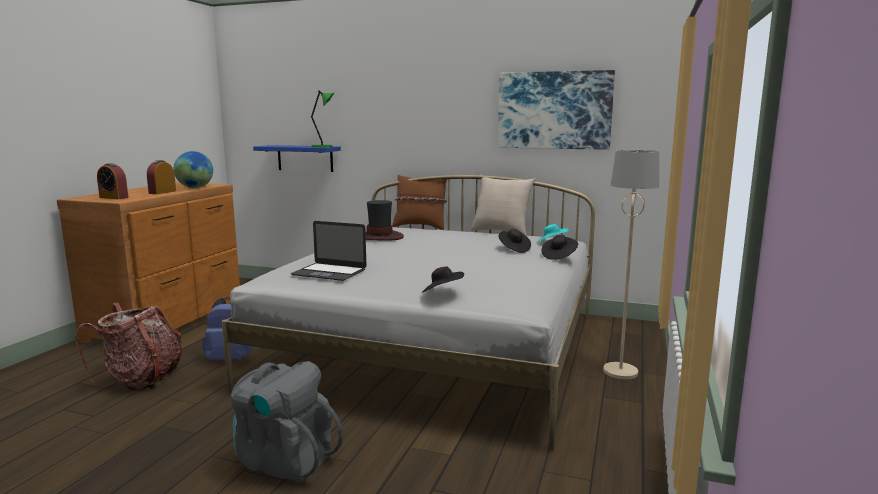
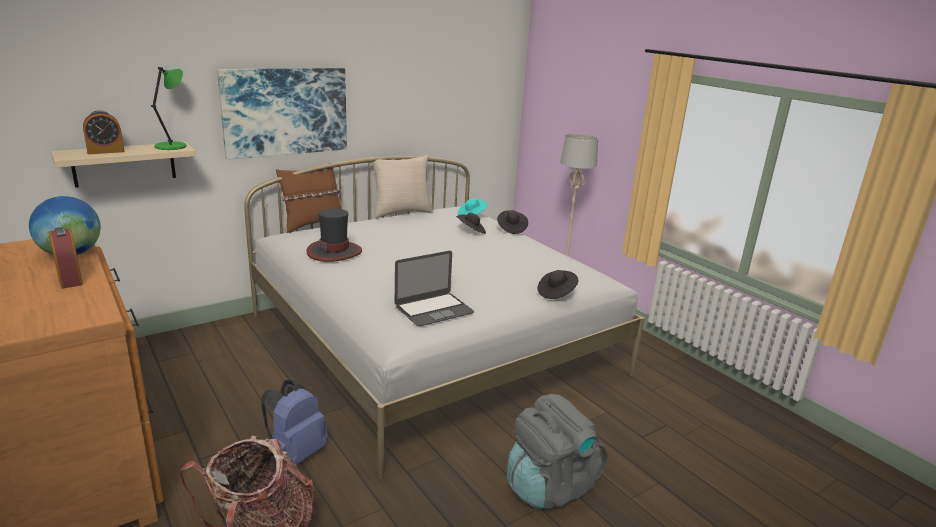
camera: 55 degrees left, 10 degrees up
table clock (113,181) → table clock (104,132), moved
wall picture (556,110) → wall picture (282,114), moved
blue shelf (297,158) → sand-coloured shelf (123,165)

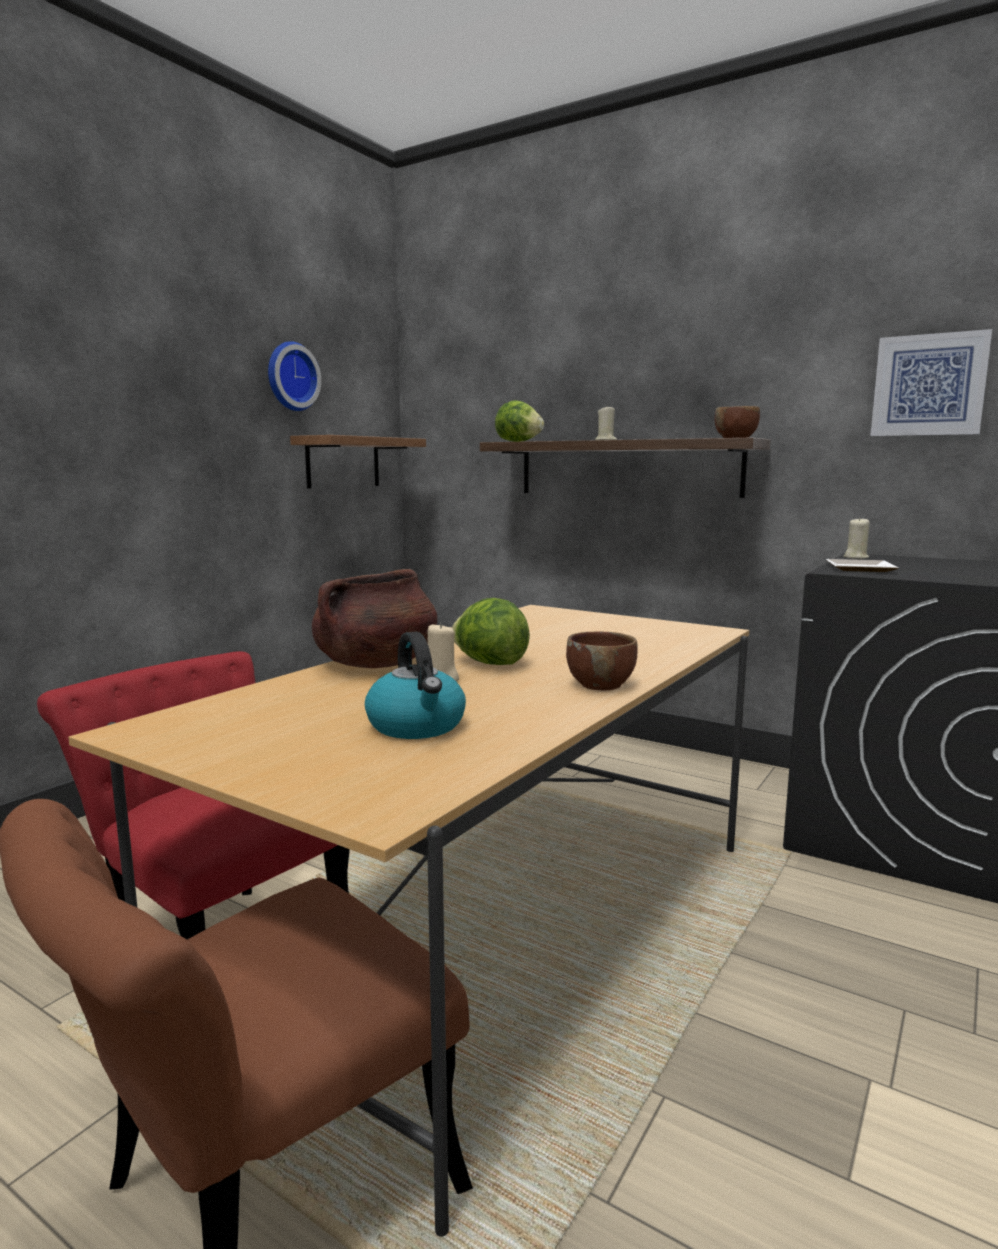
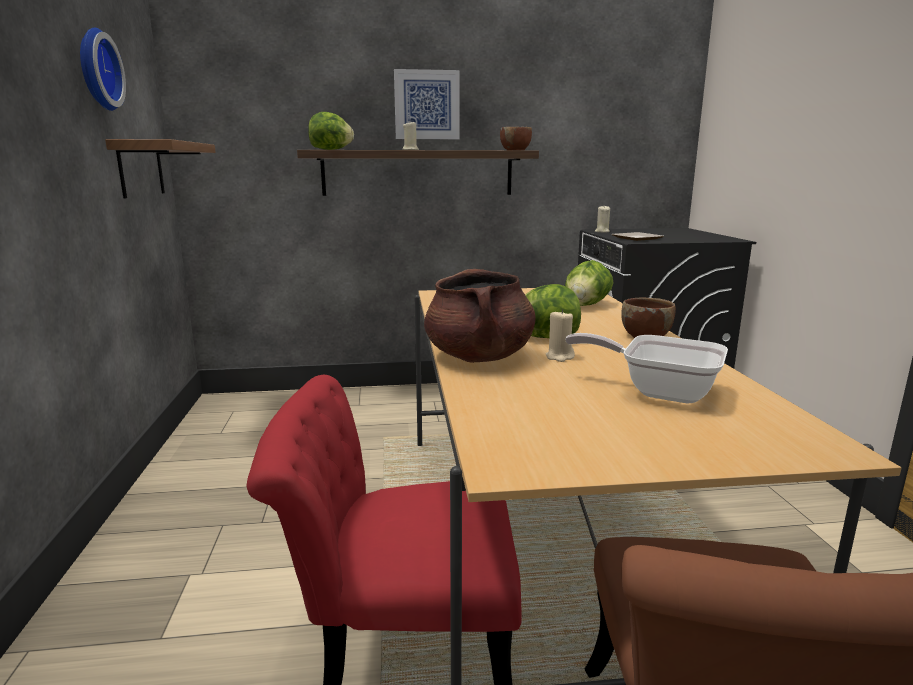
camera: 40 degrees left, 5 degrees up
- → lettuce (589,283)
wall picture (931,382) → wall picture (427,104), moved
water kettle (415,685) → frying pan (646,368)

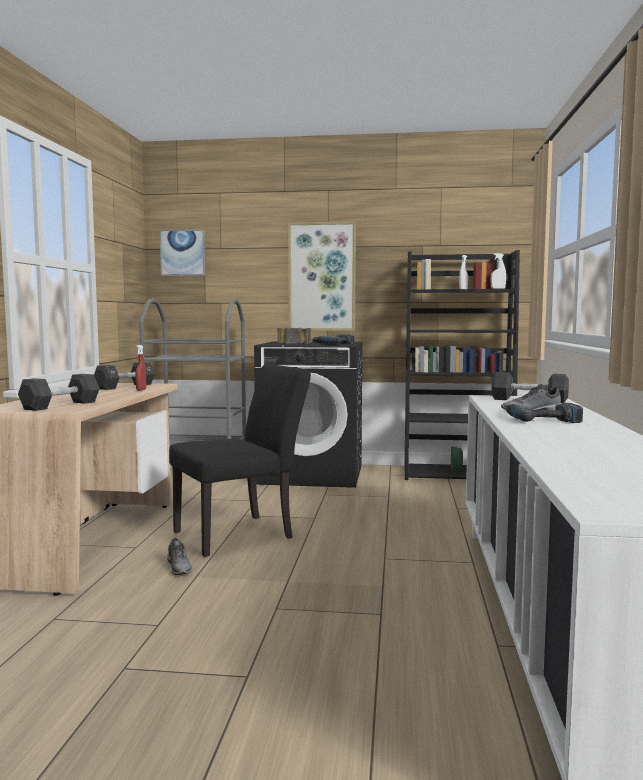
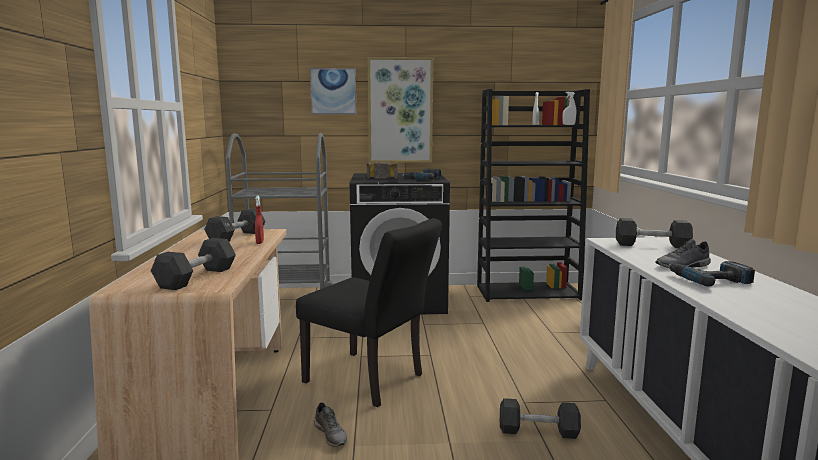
camera: 10 degrees left, 5 degrees up
- → black-coloured free weight (540,418)
wall picture (182,252) → wall picture (333,91), moved
black-coloured upright chair (240,460) → black-coloured upright chair (369,312), 75 degrees clockwise

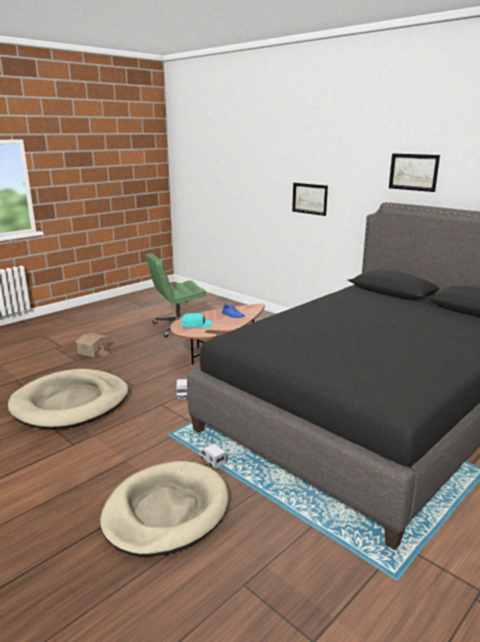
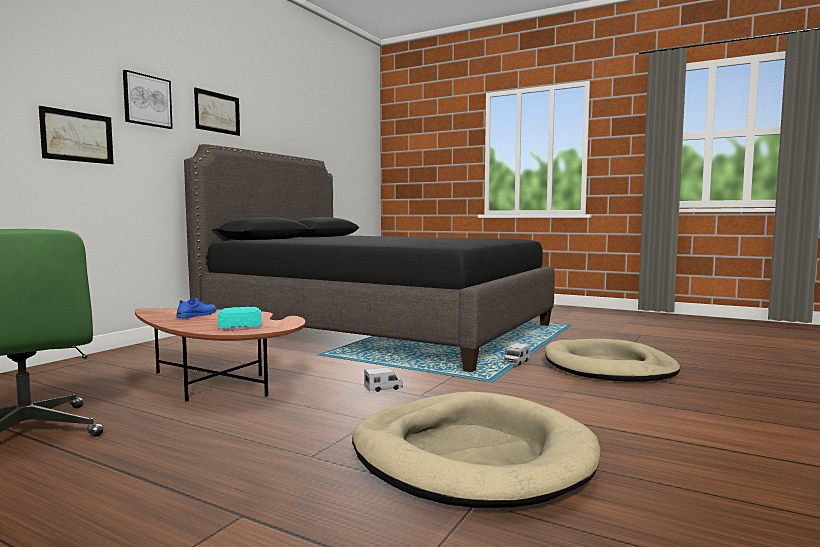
camera: 105 degrees left, 15 degrees down
model house (92,345) → -
- → wall picture (148,99)

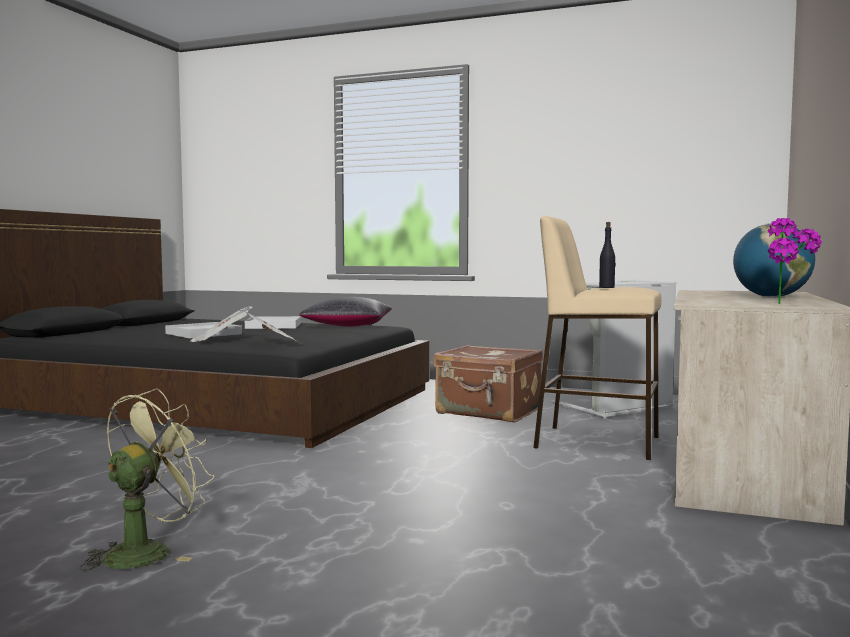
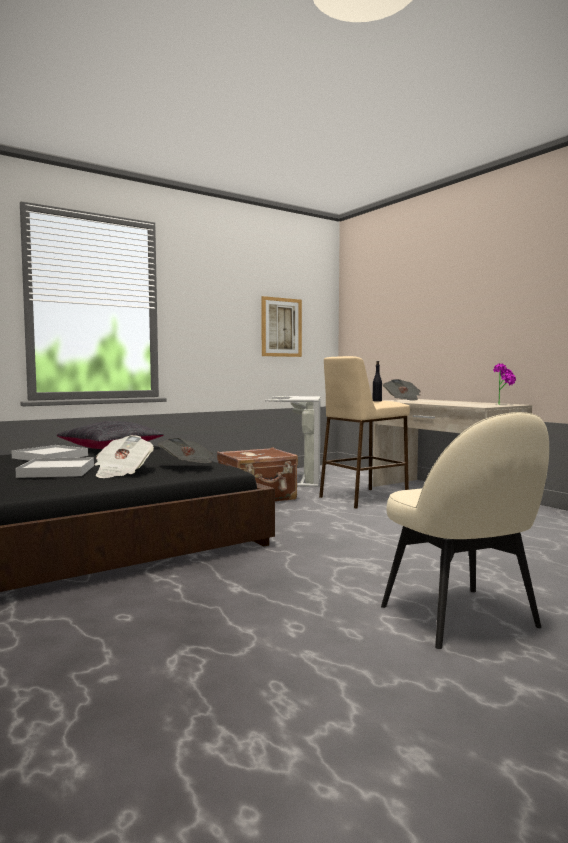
camera: 55 degrees left, 0 degrees up
globe (774,260) → -
- → wall picture (281,326)
- → printed paper (402,390)
green-coloured fan (147,479) → sand-coloured upright chair (465,530)

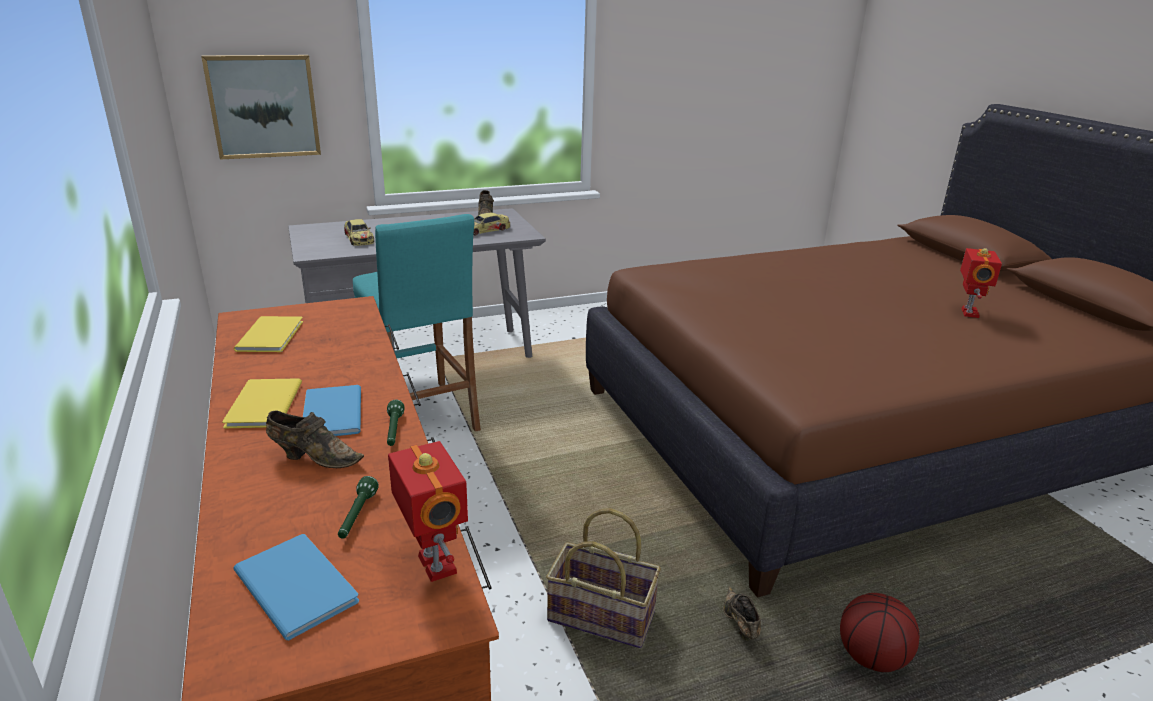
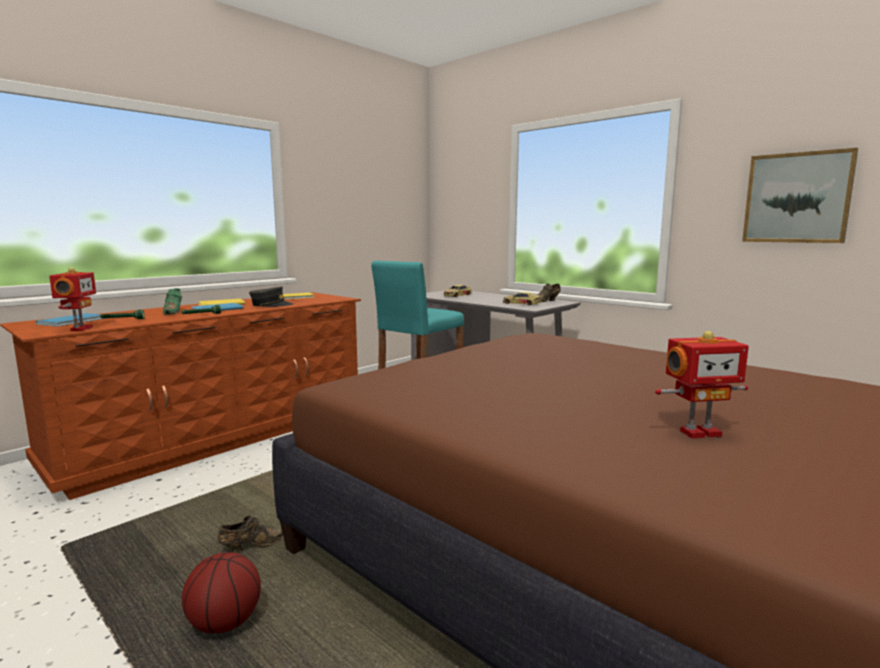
camera: 65 degrees right, 15 degrees down
household basket (603,578) → -
- → greyish baseball cap (271,296)
wall picture (261,107) → wall picture (800,195), moved
brown shoe (315,439) → green-coloured shoe (172,301)
model robot (428,511) → model robot (72,299), 45 degrees counterclockwise

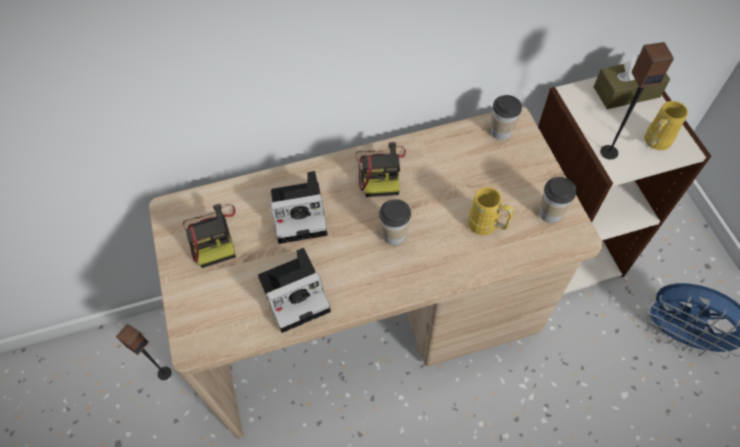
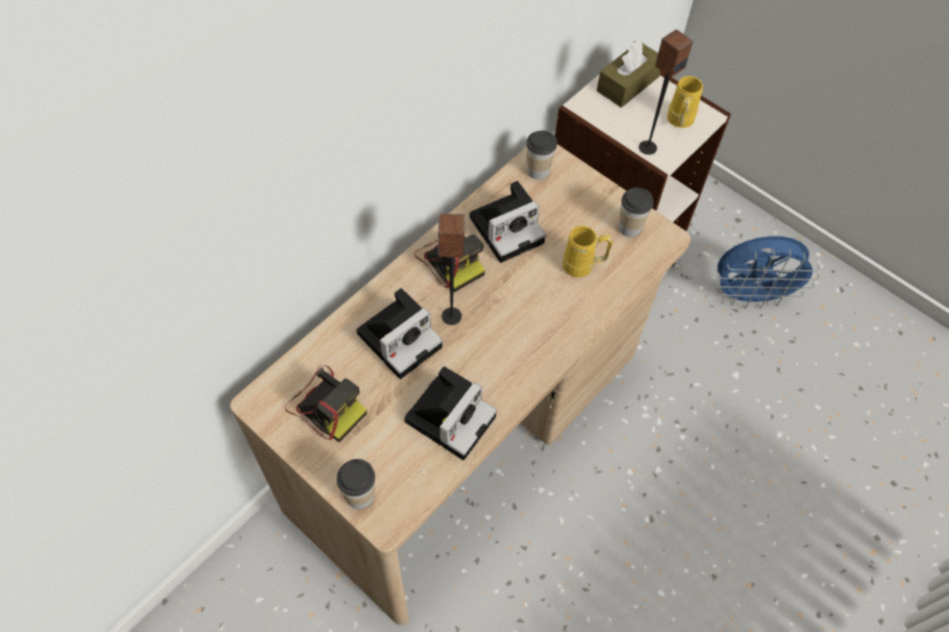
camera: 35 degrees left, 0 degrees up
- → photo camera (508,222)
loudspeaker (144,352) → loudspeaker (451,269), moved
drinking cup (395,222) → drinking cup (356,484), moved

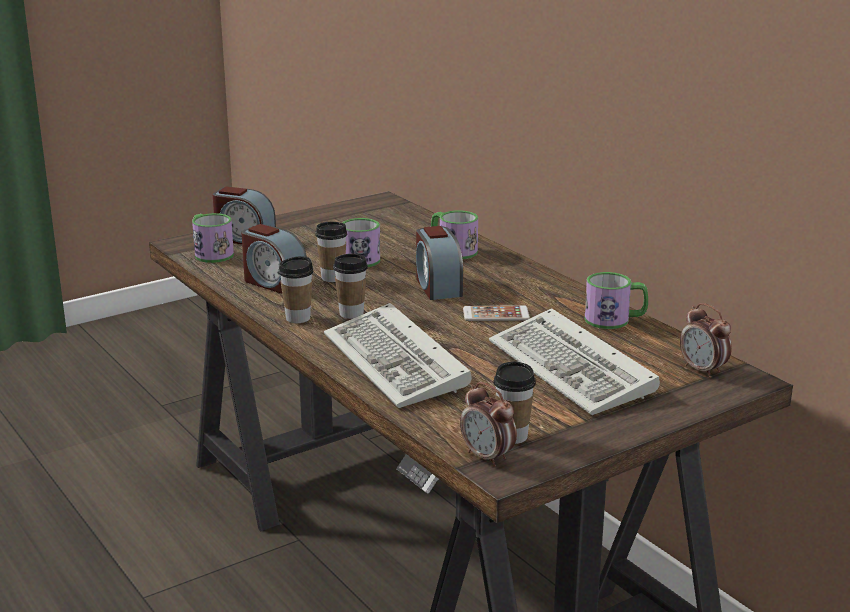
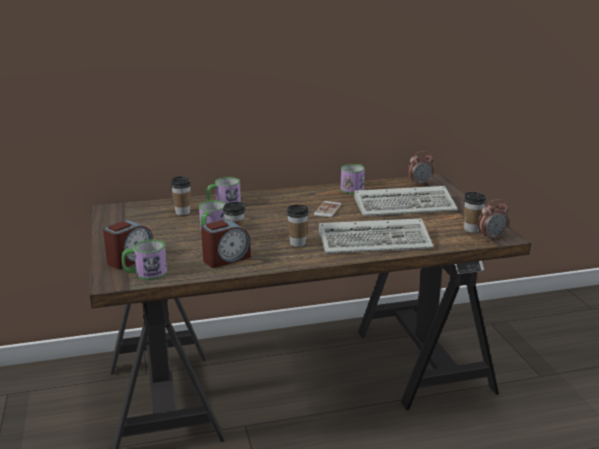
camera: 70 degrees left, 0 degrees up
table clock (439,263) → -
drinking cup (296,289) → drinking cup (181,195), moved

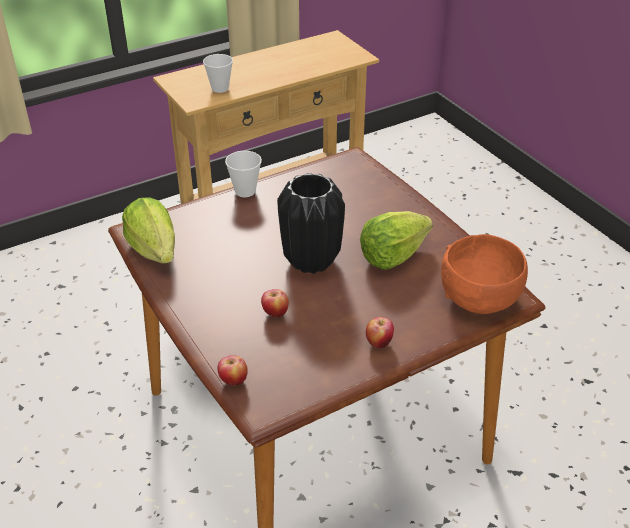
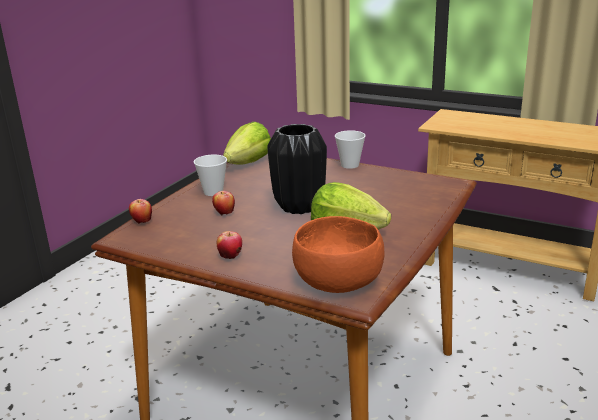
camera: 60 degrees right, 15 degrees down
drinking cup (218,73) → drinking cup (210,175), moved

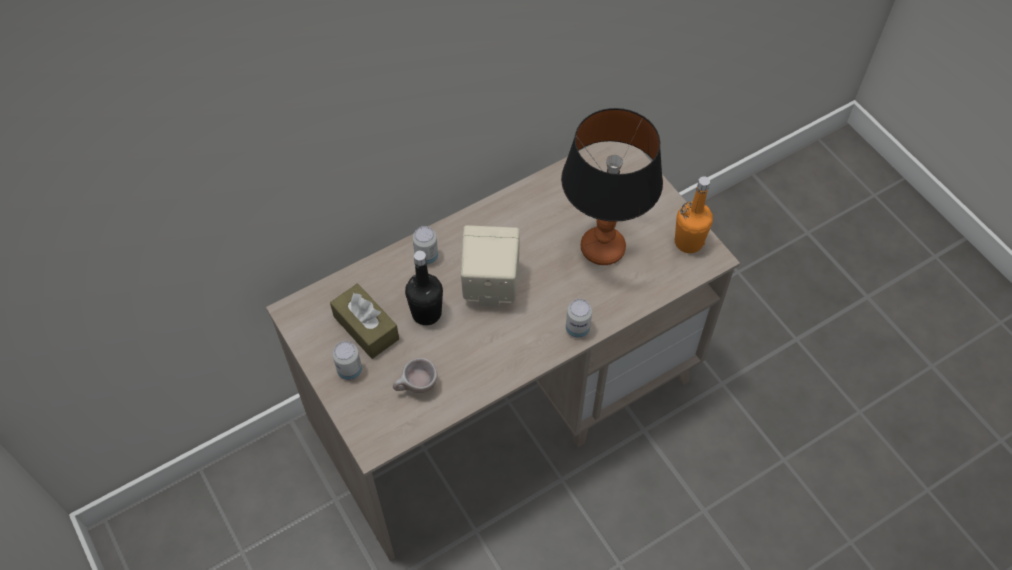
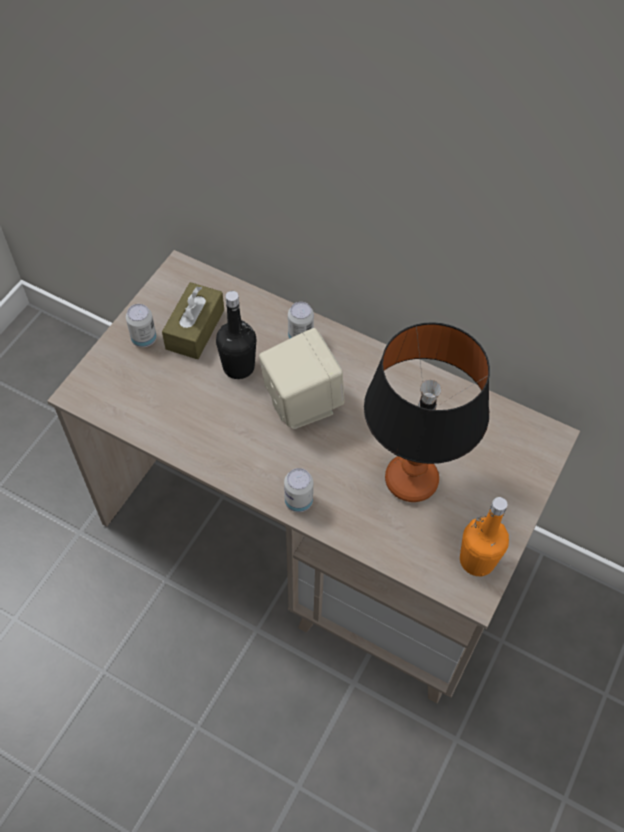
camera: 60 degrees right, 0 degrees up
sand-coloured drinking cup (415,375) → -

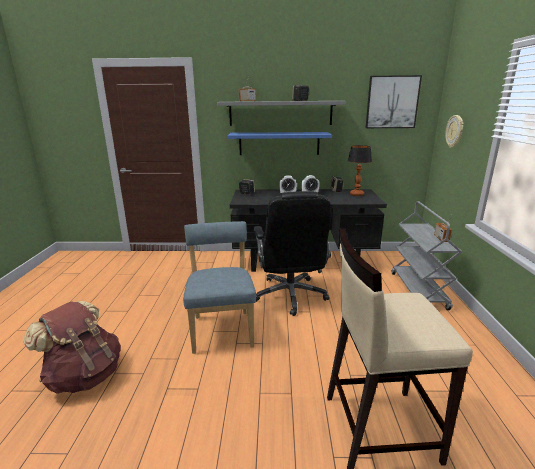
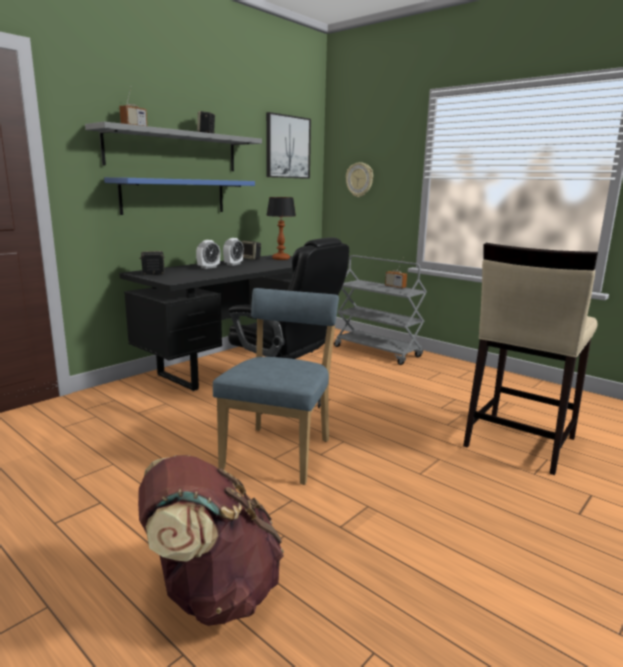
camera: 50 degrees left, 5 degrees down
blue upright chair (219,287) → blue upright chair (276,386), 75 degrees clockwise

